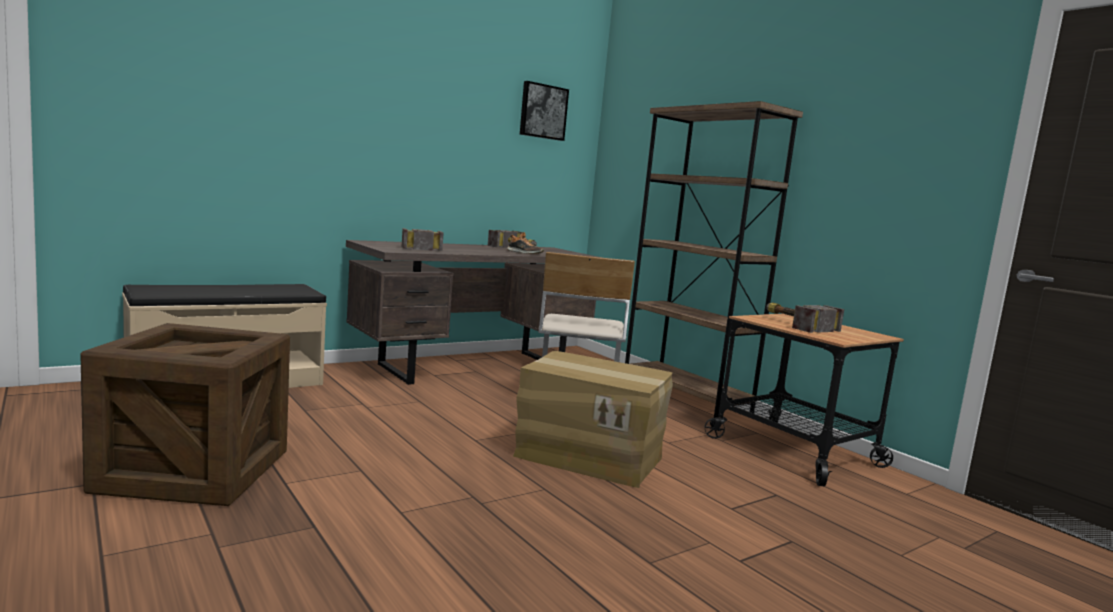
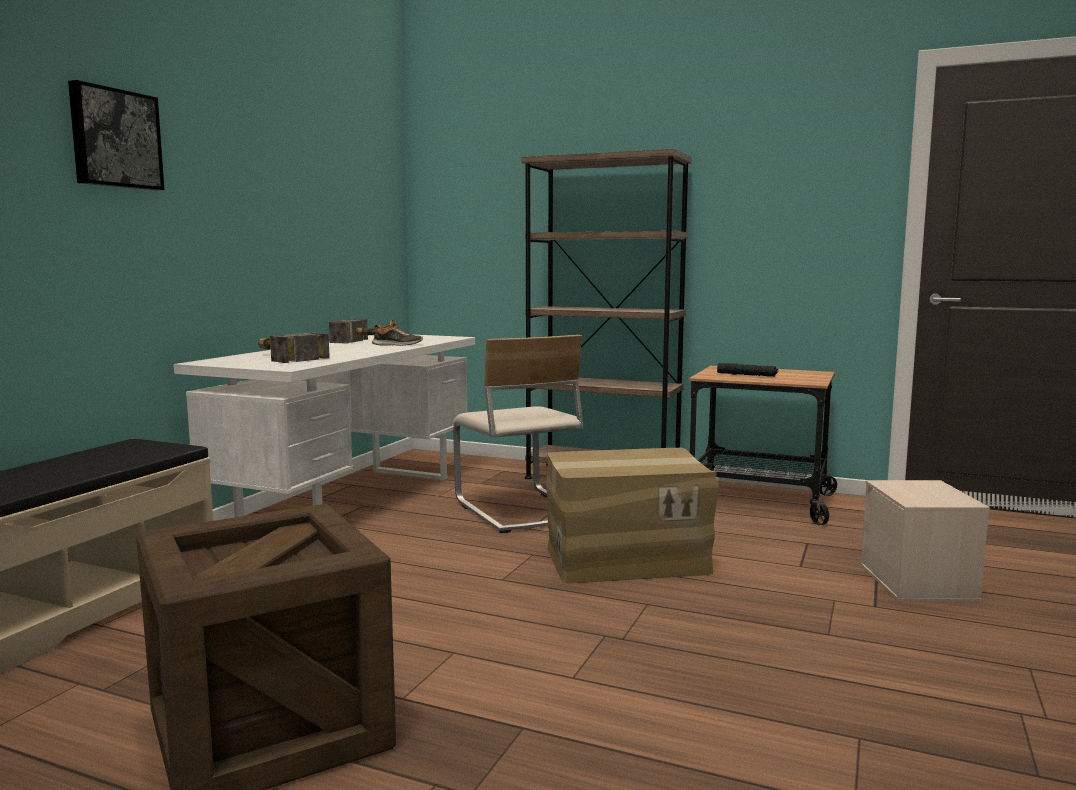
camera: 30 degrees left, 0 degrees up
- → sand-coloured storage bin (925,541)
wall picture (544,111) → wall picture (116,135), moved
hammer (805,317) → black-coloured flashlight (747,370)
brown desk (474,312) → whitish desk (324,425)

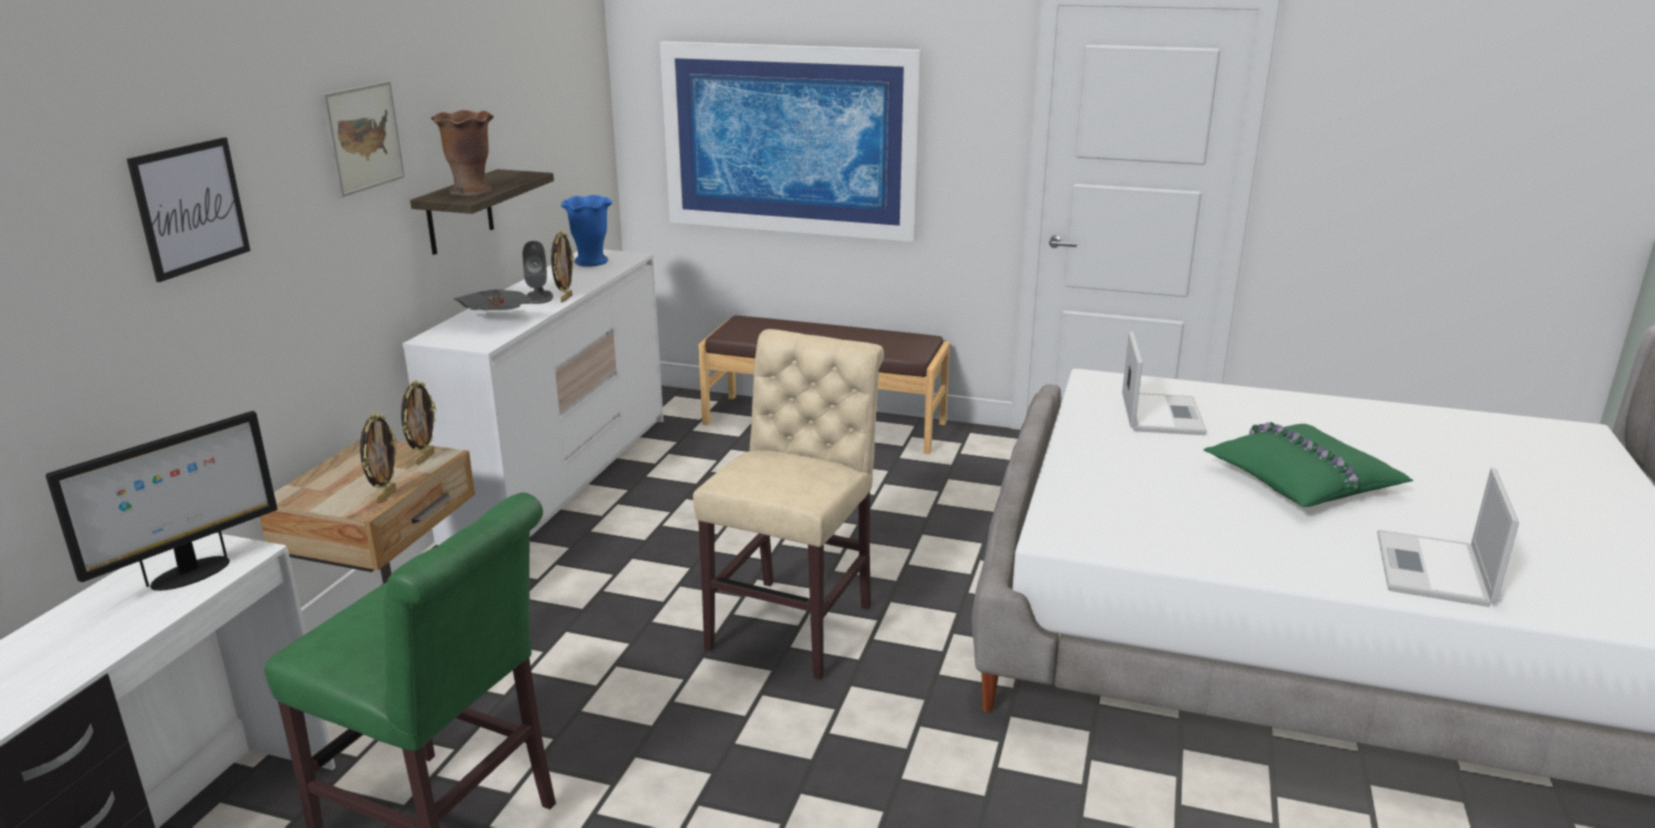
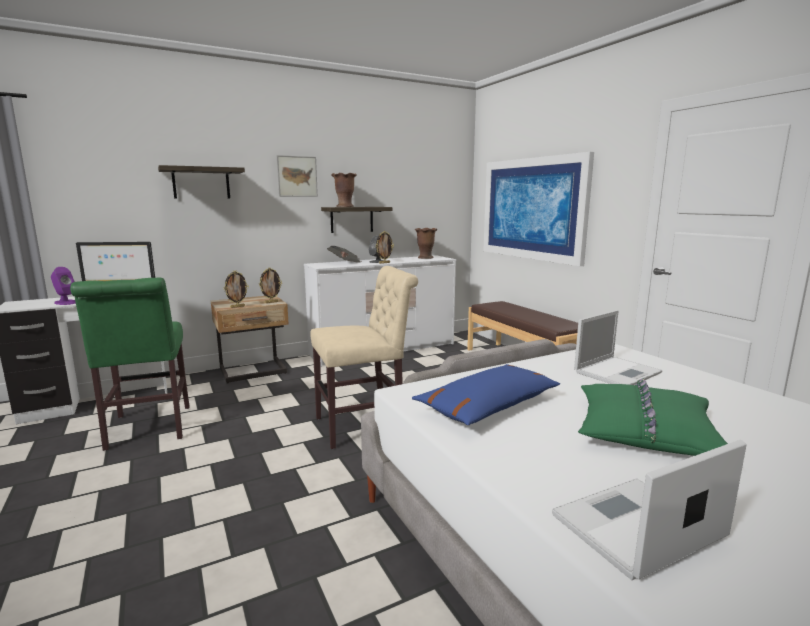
camera: 45 degrees right, 10 degrees down
- → purplish loudspeaker (63,286)
- → blue cushion (486,394)
wall picture (188,209) → shelf (201,182)
blue flower vase (586,231) → brown flower vase (426,243)

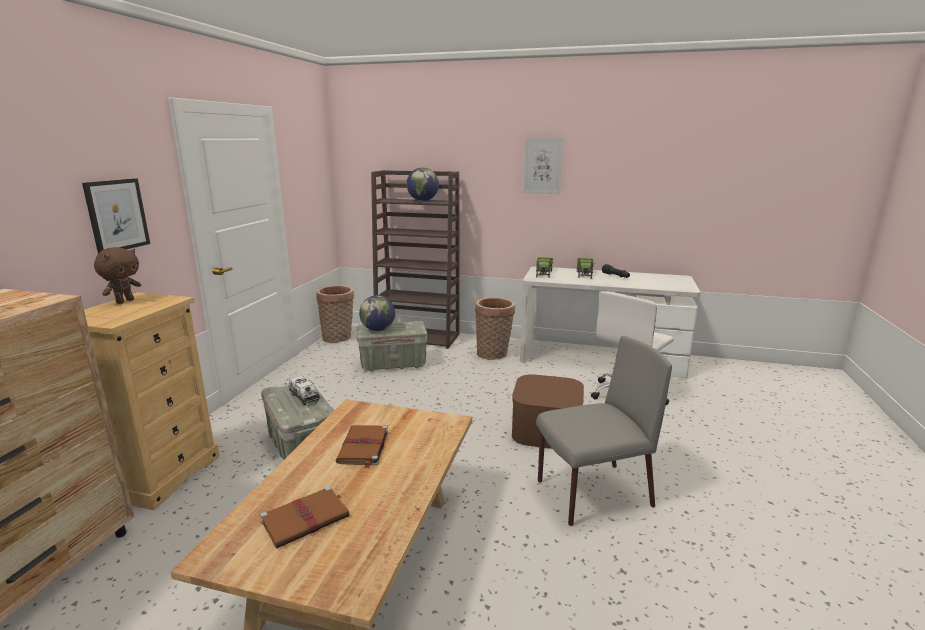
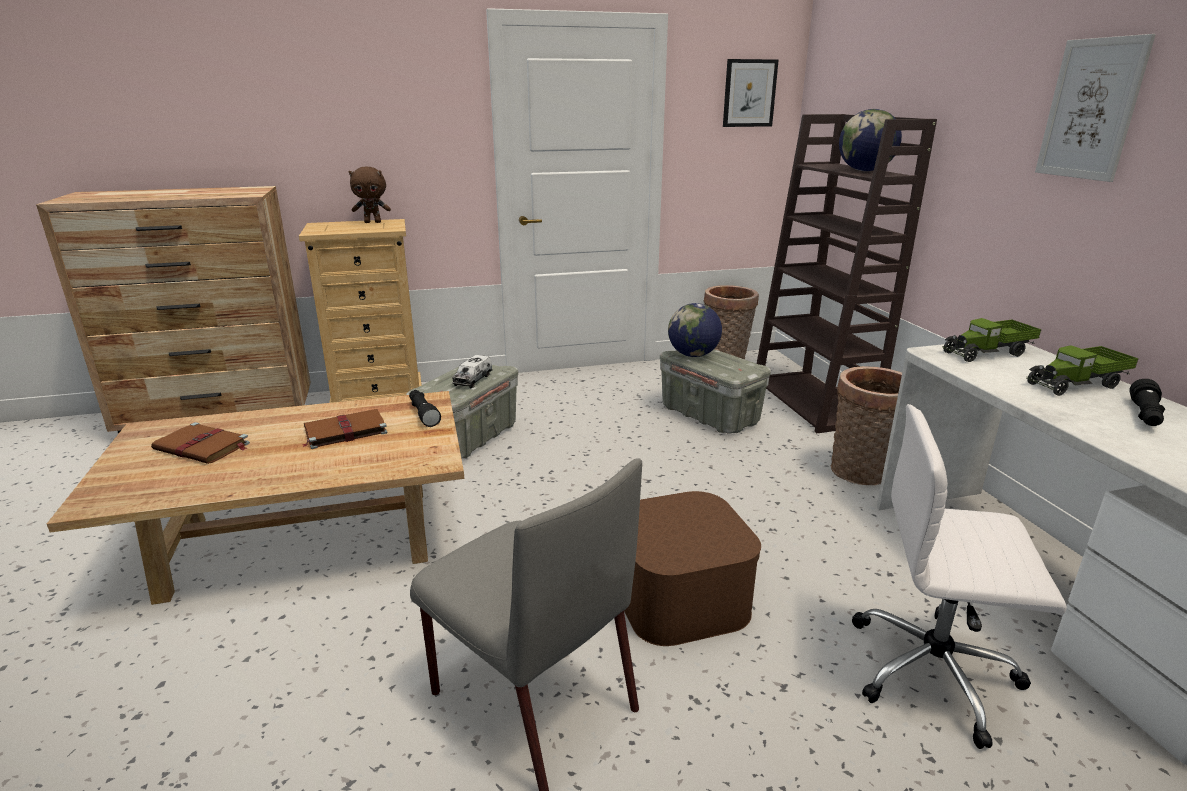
camera: 60 degrees right, 5 degrees up
- → black-coloured flashlight (425,408)
wall picture (116,215) → wall picture (751,93), moved

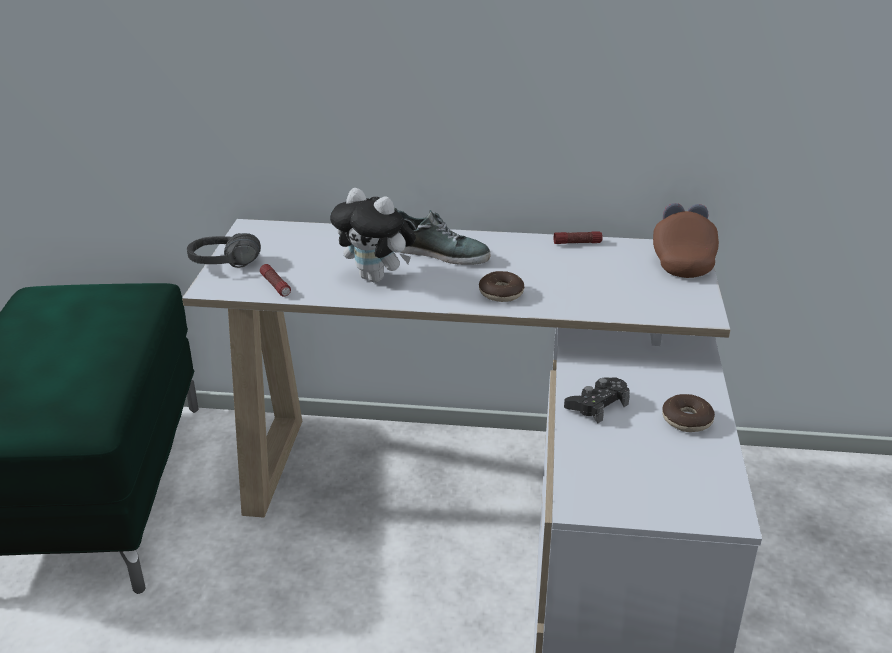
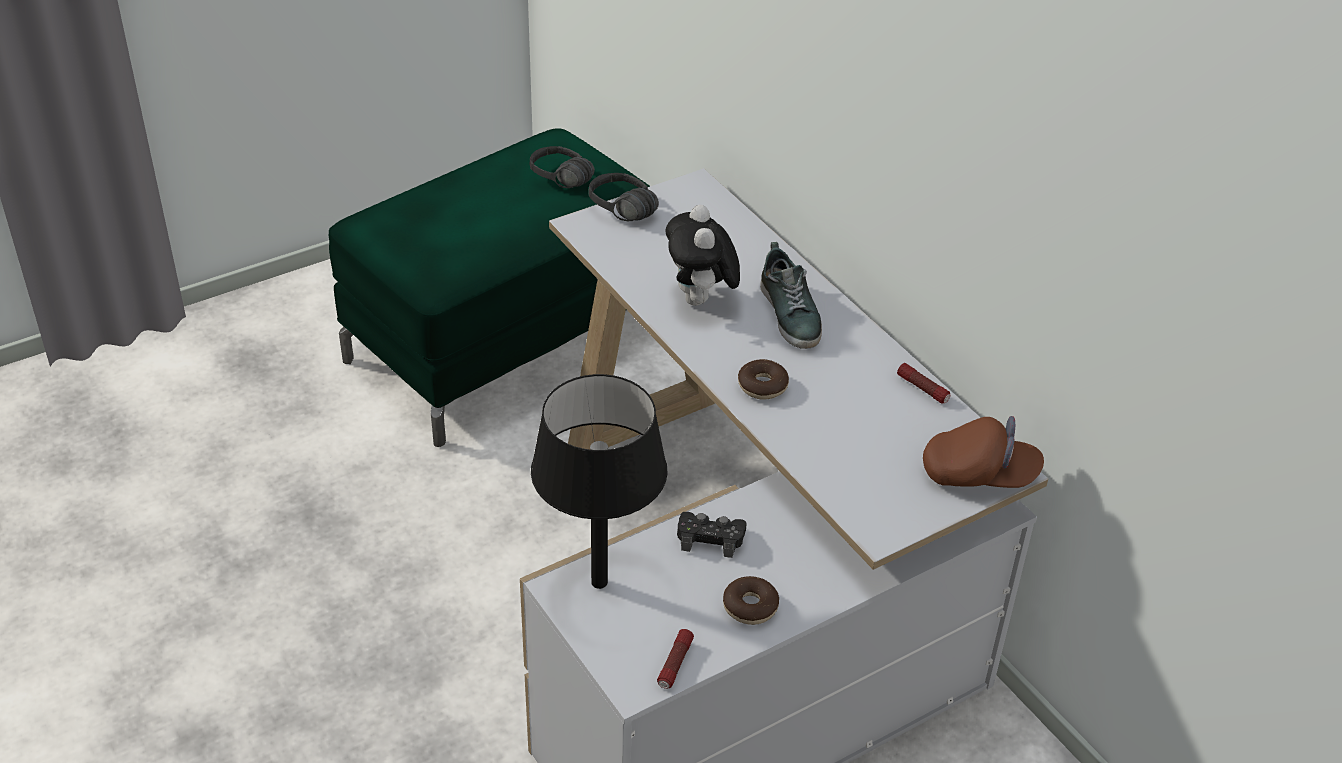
camera: 50 degrees right, 10 degrees up
- → black-coloured headphones (562,167)
- → black-coloured tabletop lamp (599,481)
flashlight (275,280) → flashlight (675,659), moved
brown baseball cap (686,240) → brown baseball cap (983,452), 45 degrees clockwise

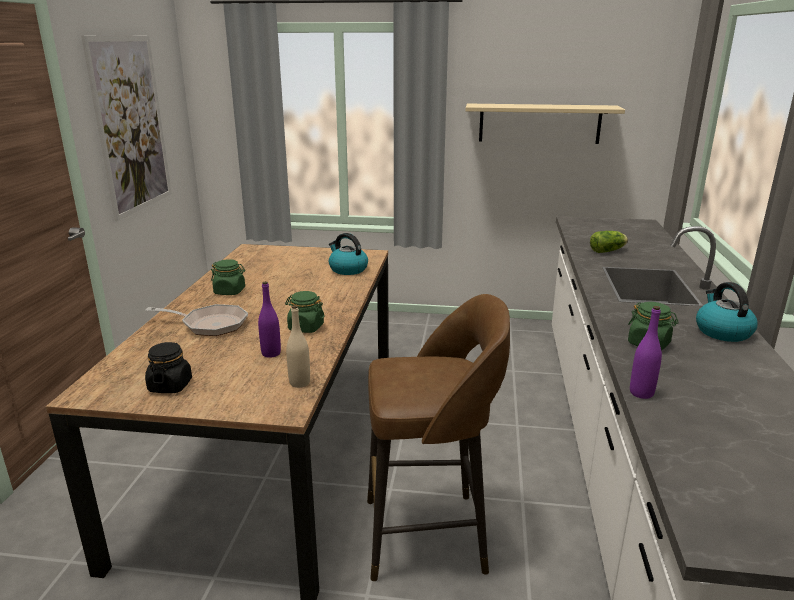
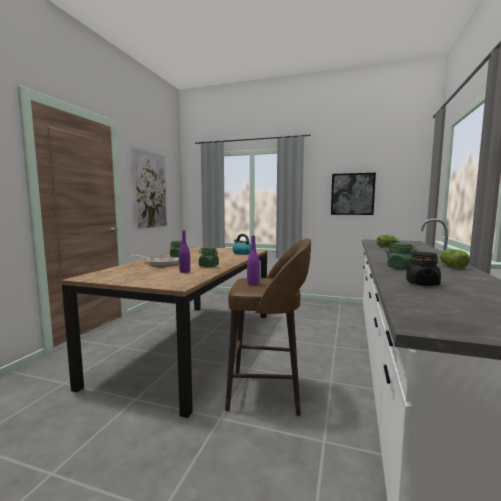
camera: 10 degrees right, 15 degrees down
sand-coloured beverage bottle (298,346) → -
black-coloured storage jar (168,367) → black-coloured storage jar (423,269), moved
purplish beverage bottle (646,352) → purplish beverage bottle (253,260), moved
sand-coloured shelf (545,124) → wall picture (353,194)
water kettle (727,312) → lettuce (455,259)

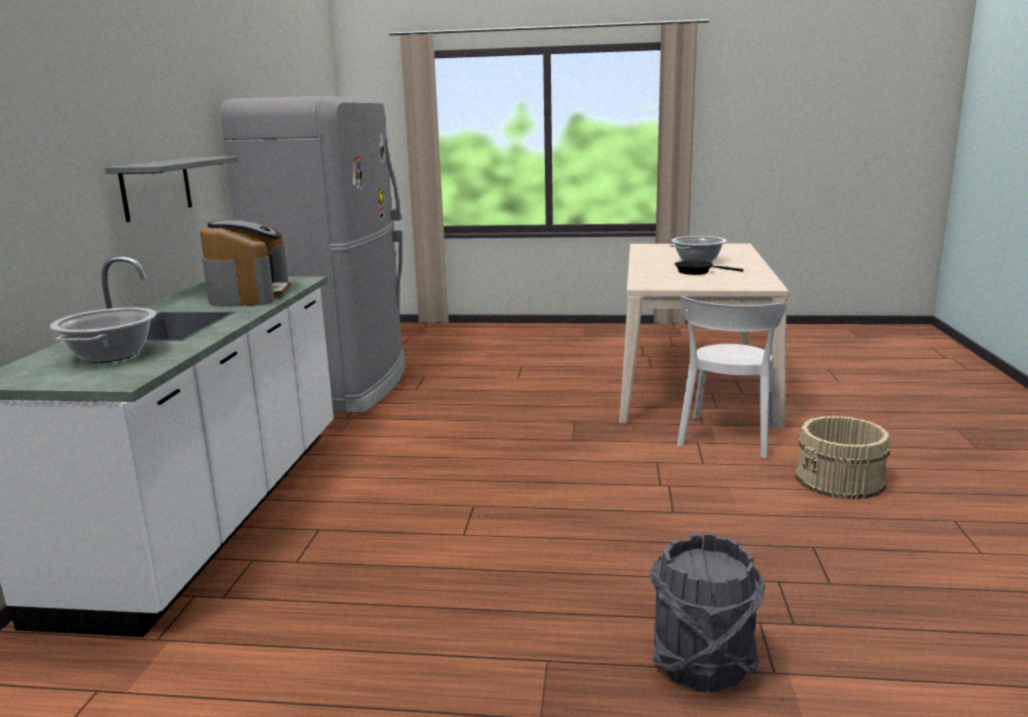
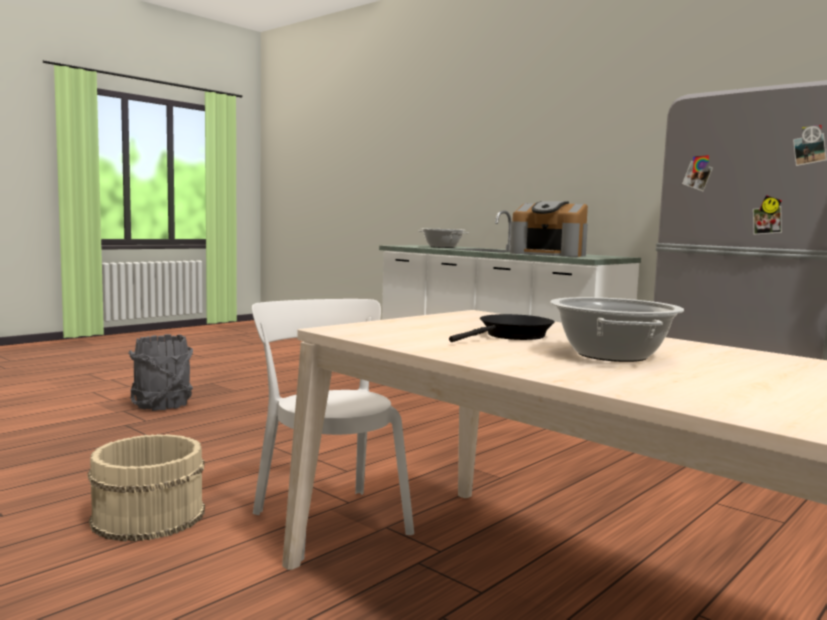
camera: 125 degrees right, 10 degrees down
greyish shelf (171,189) → -

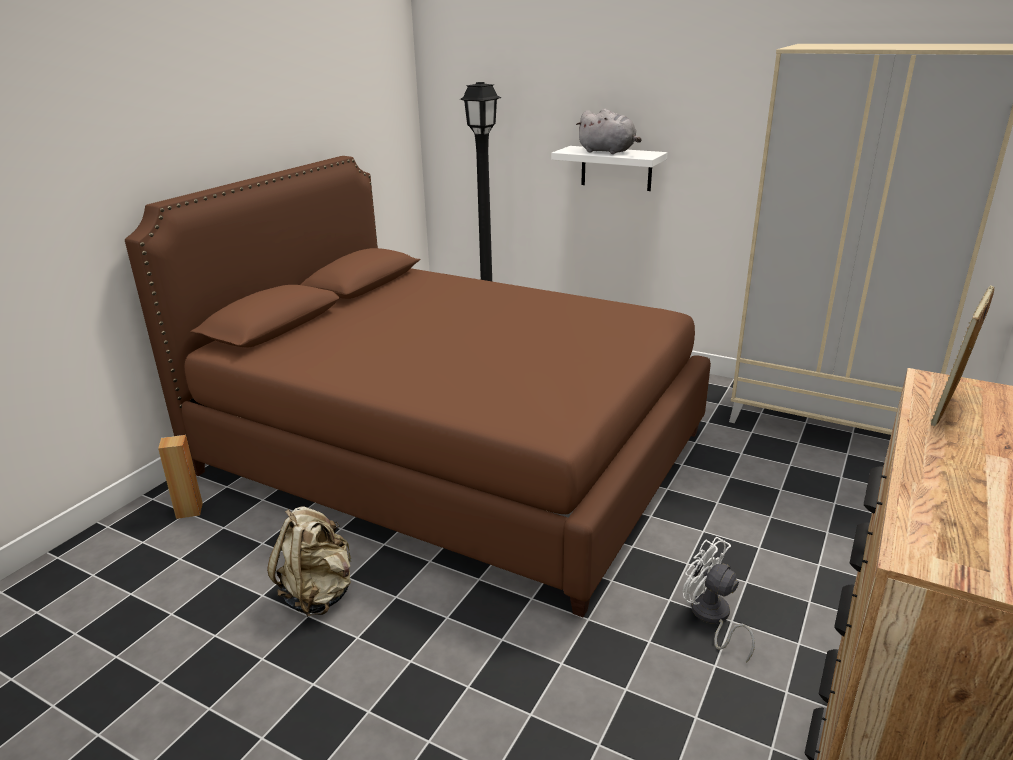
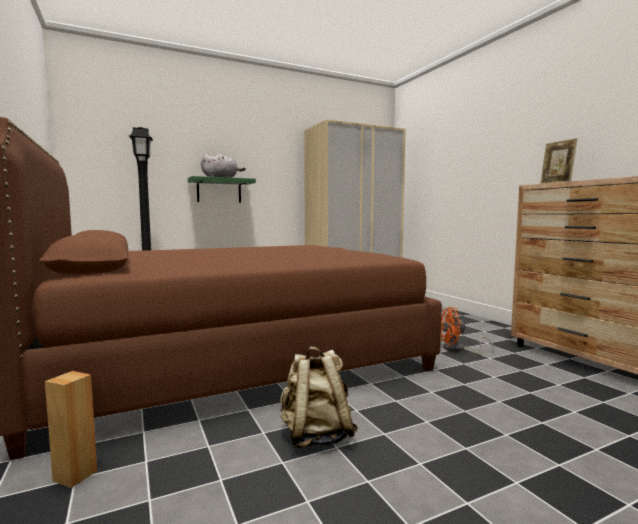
camera: 55 degrees left, 20 degrees down
whitish shelf (609,168) → green-coloured shelf (222,189)
whitish fan (719,600) → orange fan (467,331)

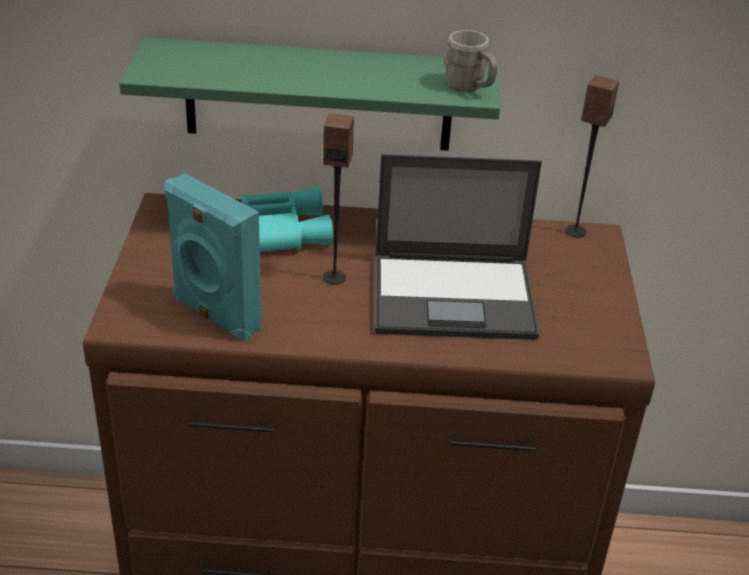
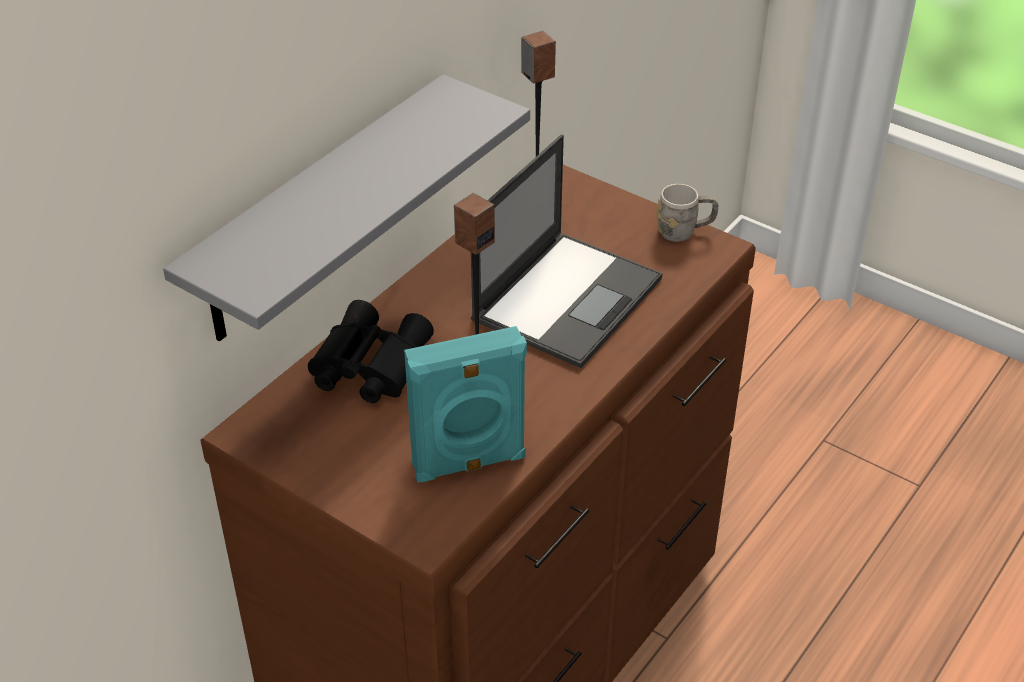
camera: 55 degrees left, 5 degrees up
greyish mug (471,61) → greyish mug (687,213), moved
green-coloured shelf (309,94) → greyish shelf (346,208)
blue-green binoculars (287,219) → black-coloured binoculars (371,351)

